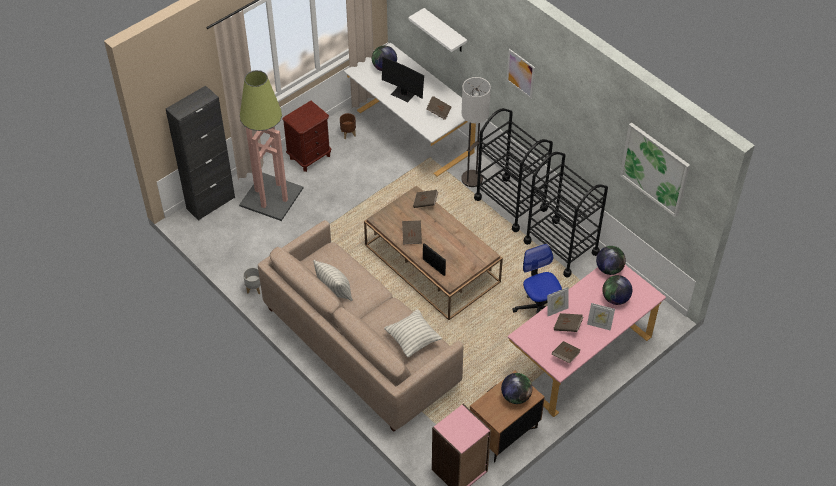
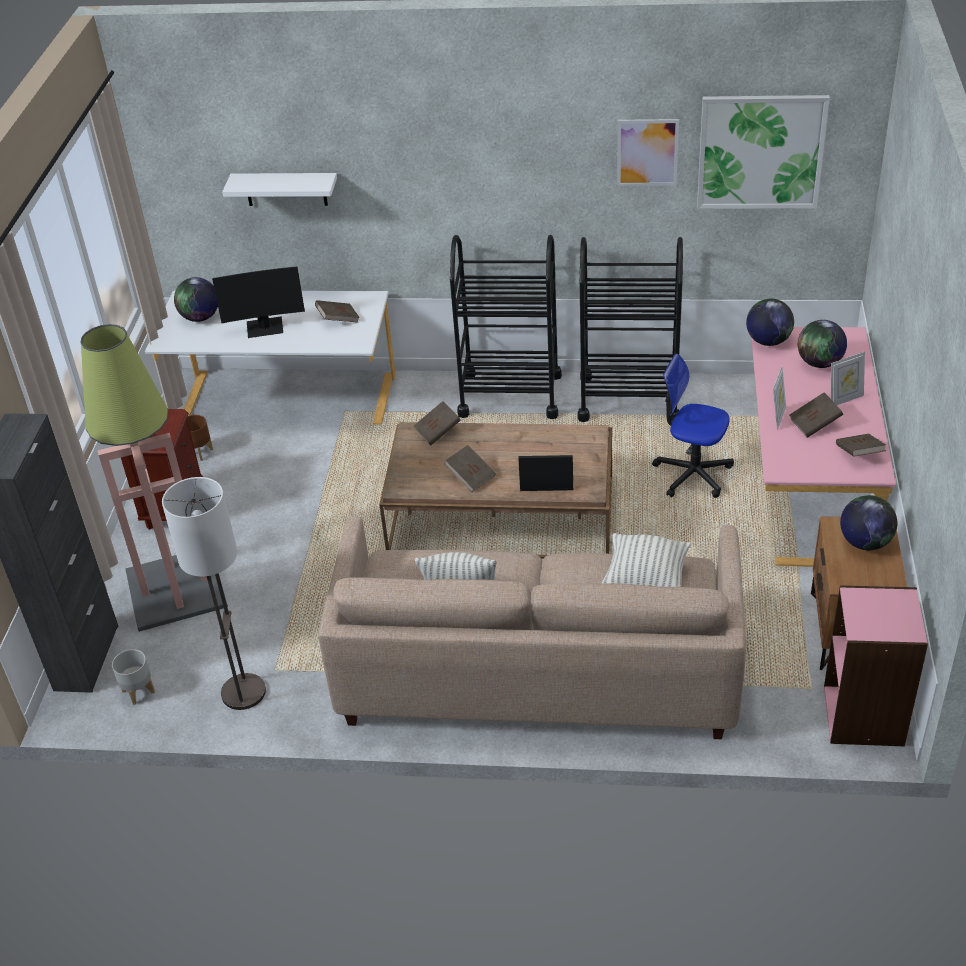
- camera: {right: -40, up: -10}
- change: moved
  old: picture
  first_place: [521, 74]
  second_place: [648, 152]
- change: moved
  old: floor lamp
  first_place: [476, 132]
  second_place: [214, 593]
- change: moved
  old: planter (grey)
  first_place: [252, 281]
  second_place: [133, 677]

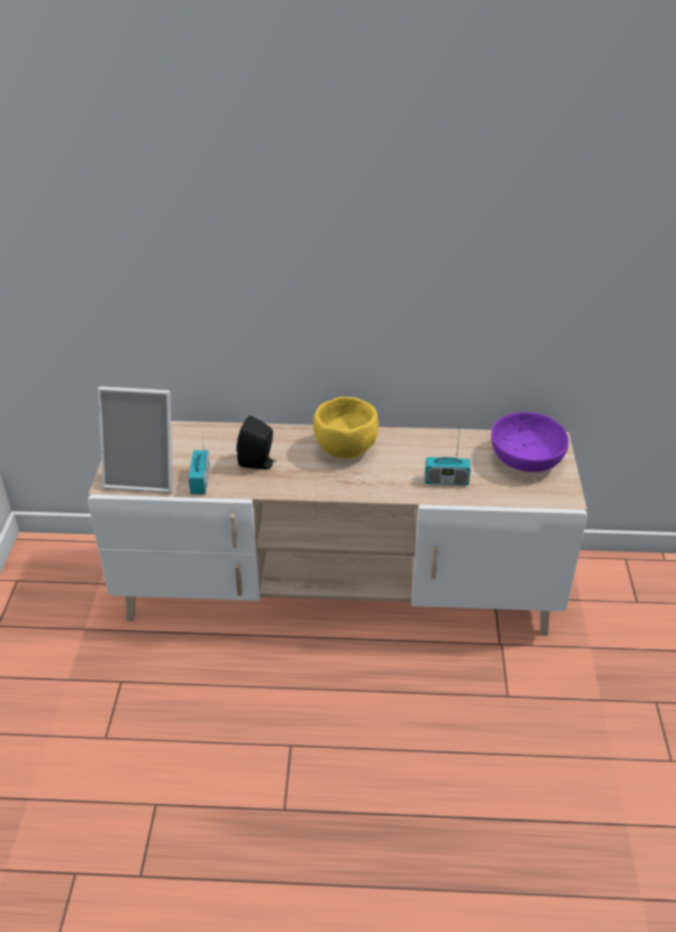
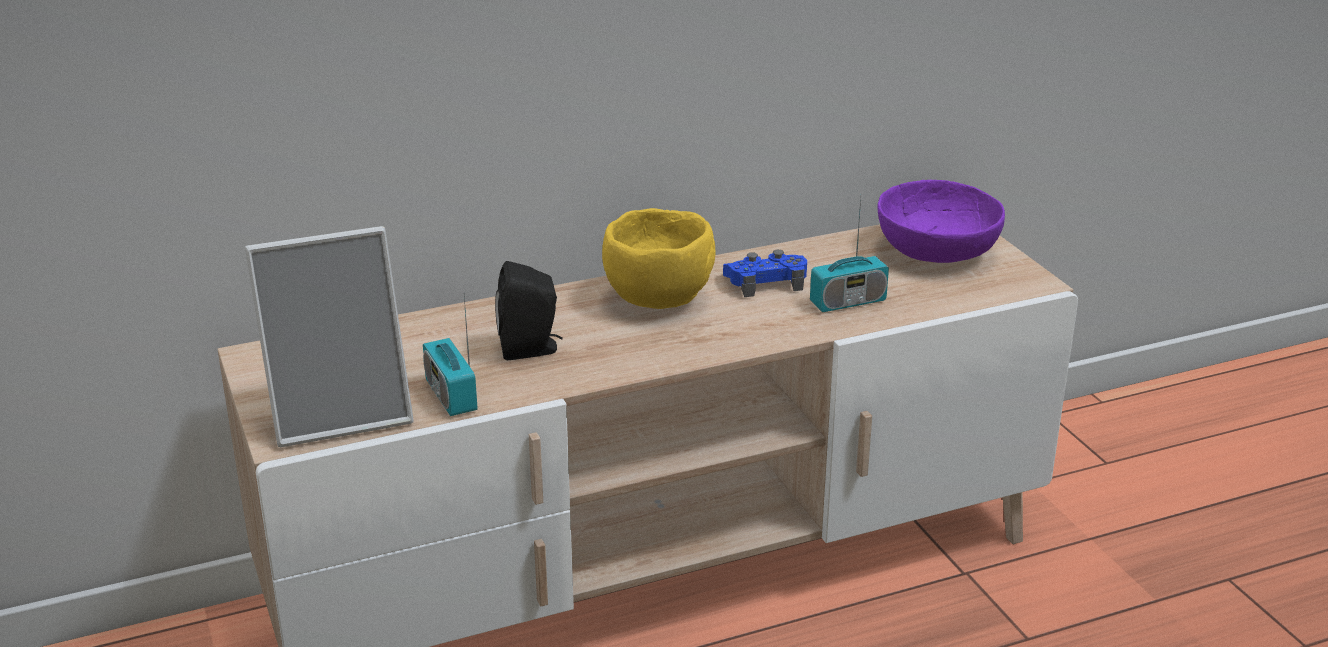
- camera: {right: -25, up: -10}
- change: added
  new: game controller (blue)
  second_place: [765, 273]

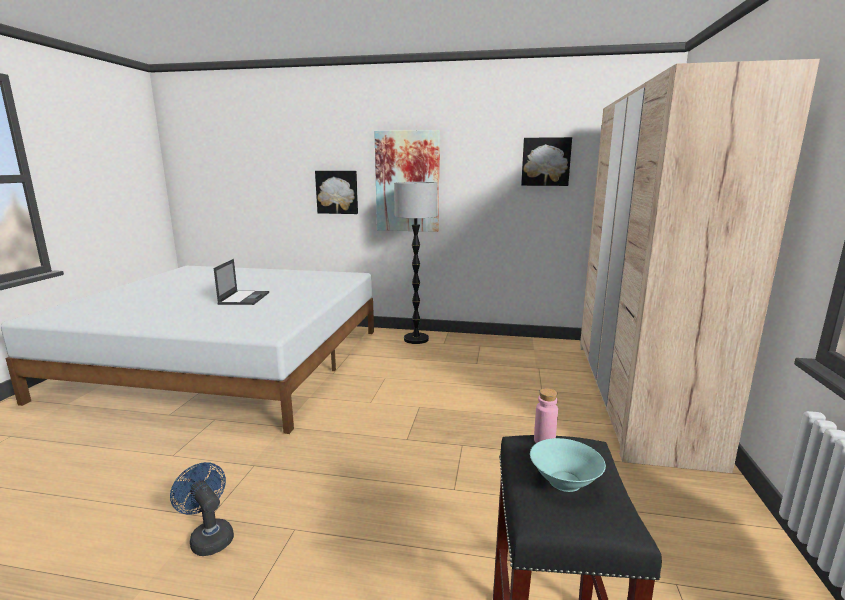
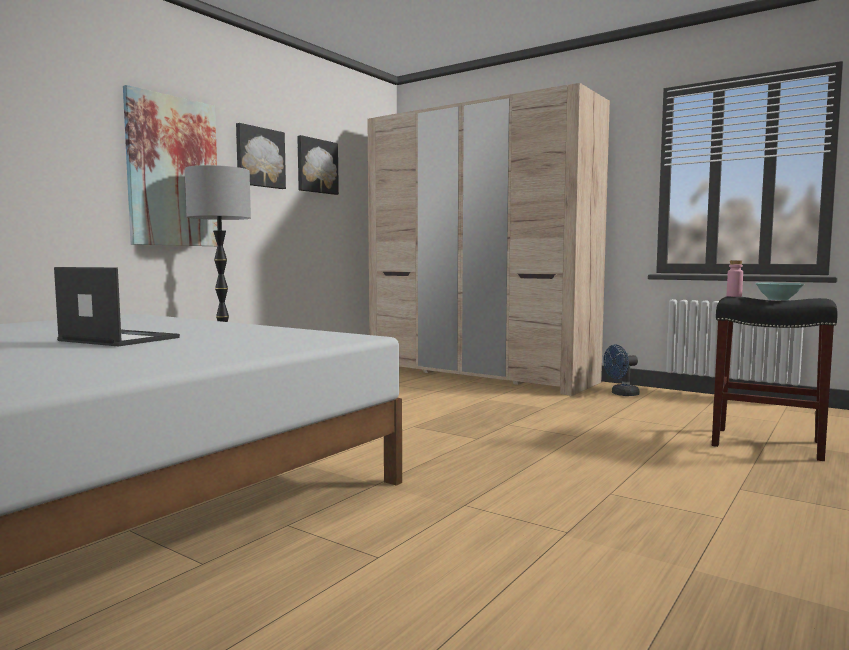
- camera: {right: -65, up: -10}
- change: moved
  old: picture
  first_place: [336, 192]
  second_place: [261, 156]
- change: moved
  old: fan (blue)
  first_place: [202, 509]
  second_place: [621, 370]

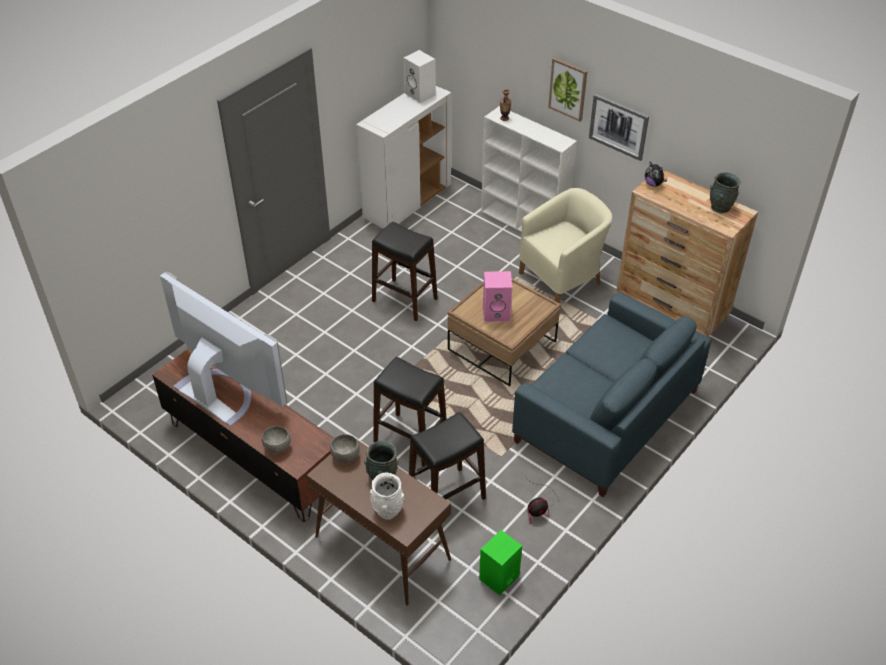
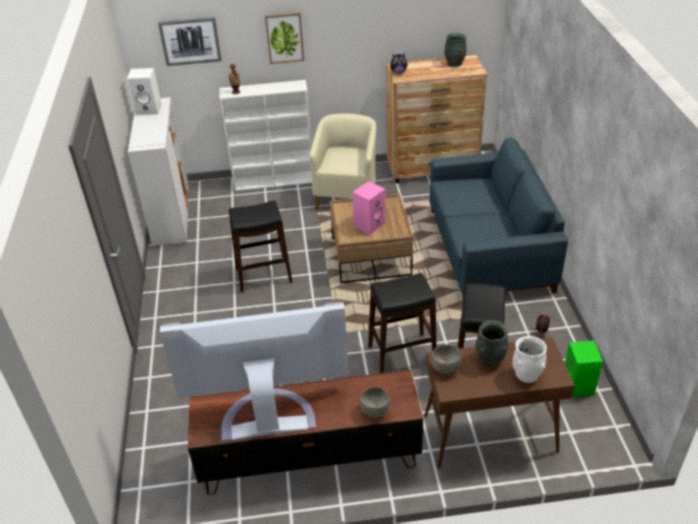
- camera: {right: -45, up: -5}
- change: moved
  old: picture
  first_place: [619, 127]
  second_place: [190, 41]

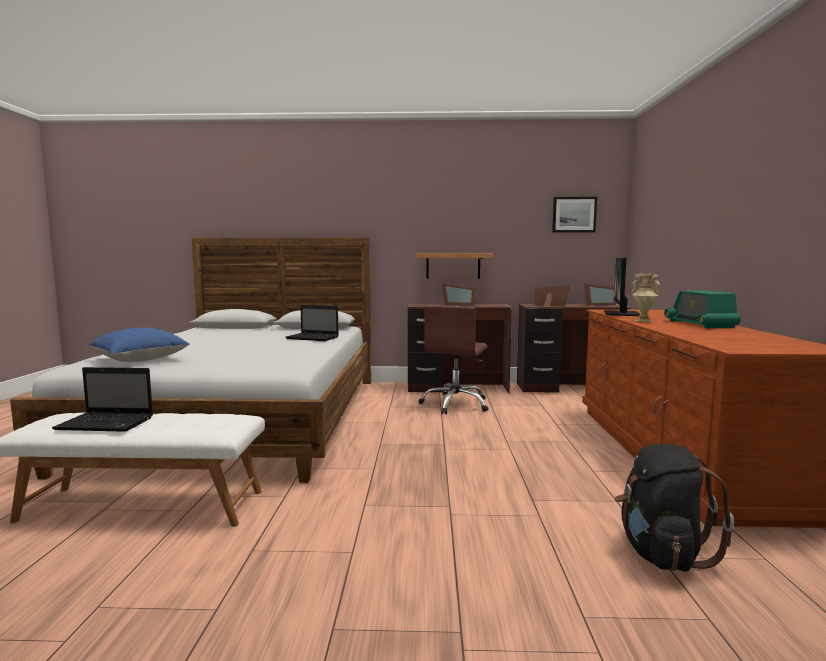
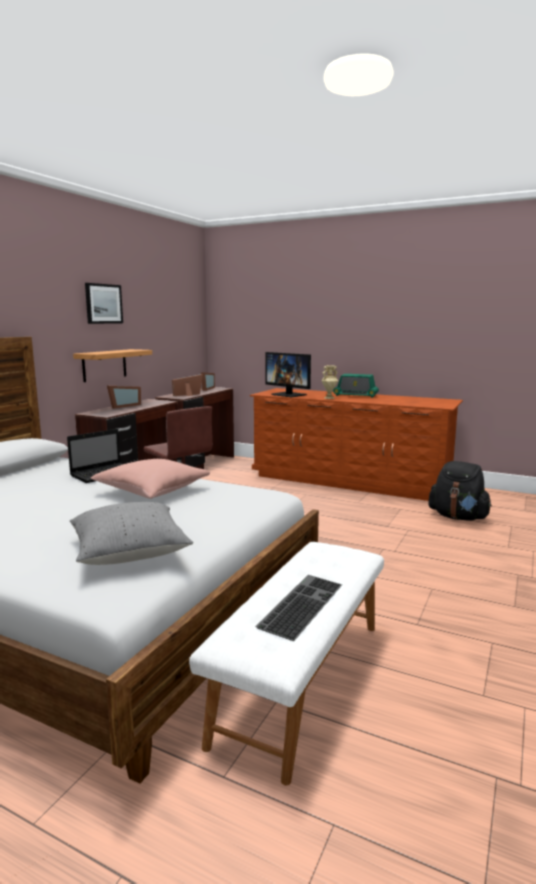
- camera: {right: -65, up: 5}
- change: moved
  old: picture
  first_place: [574, 214]
  second_place: [104, 303]
- change: recoloured
  old: pillow (blue)
  new: pillow (grey)
  first_place: [138, 345]
  second_place: [131, 533]
- change: replaced
  old: laptop
  new: keyboard
  first_place: [102, 399]
  second_place: [298, 608]
- change: added
  new: pillow (pink)
  second_place: [150, 479]

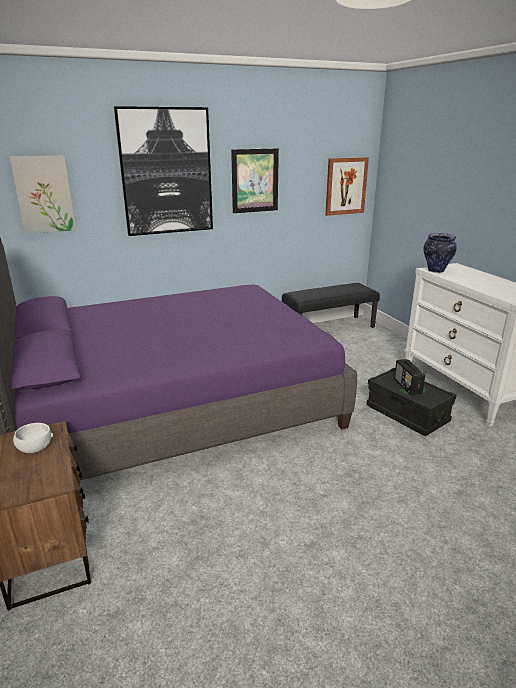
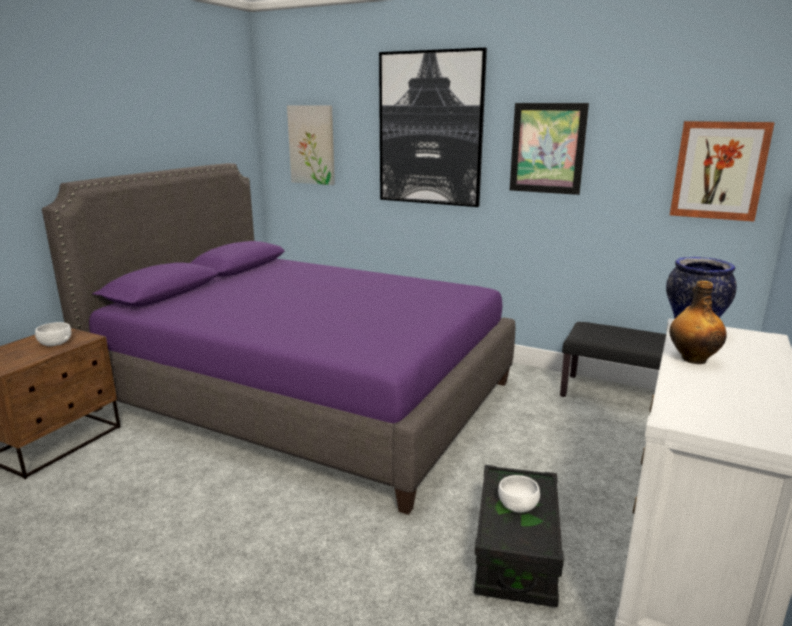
- camera: {right: 50, up: -5}
- change: replaced
  old: radio
  new: bowl (white)
  first_place: [409, 377]
  second_place: [519, 494]
- change: added
  new: bottle
  second_place: [698, 322]

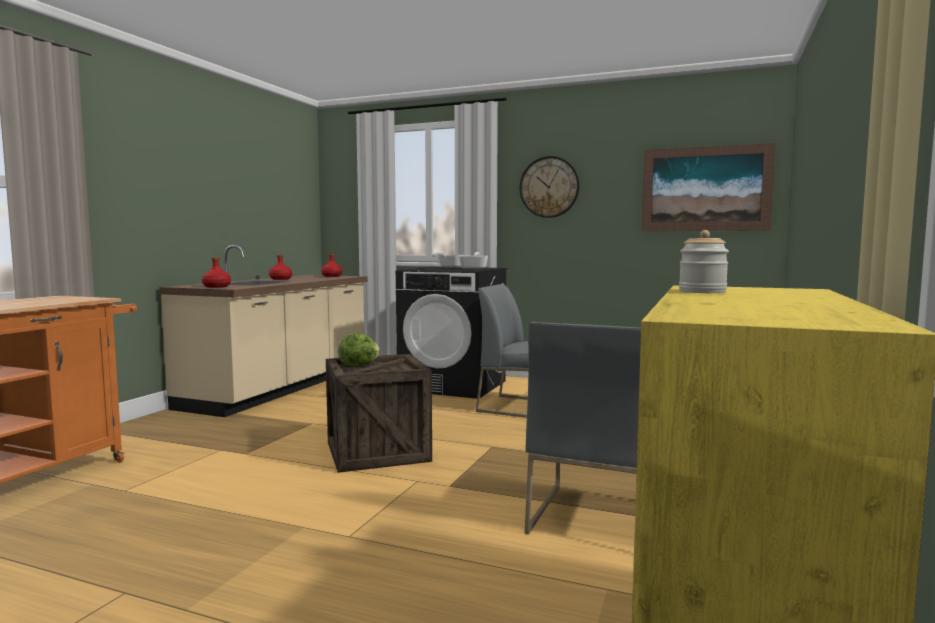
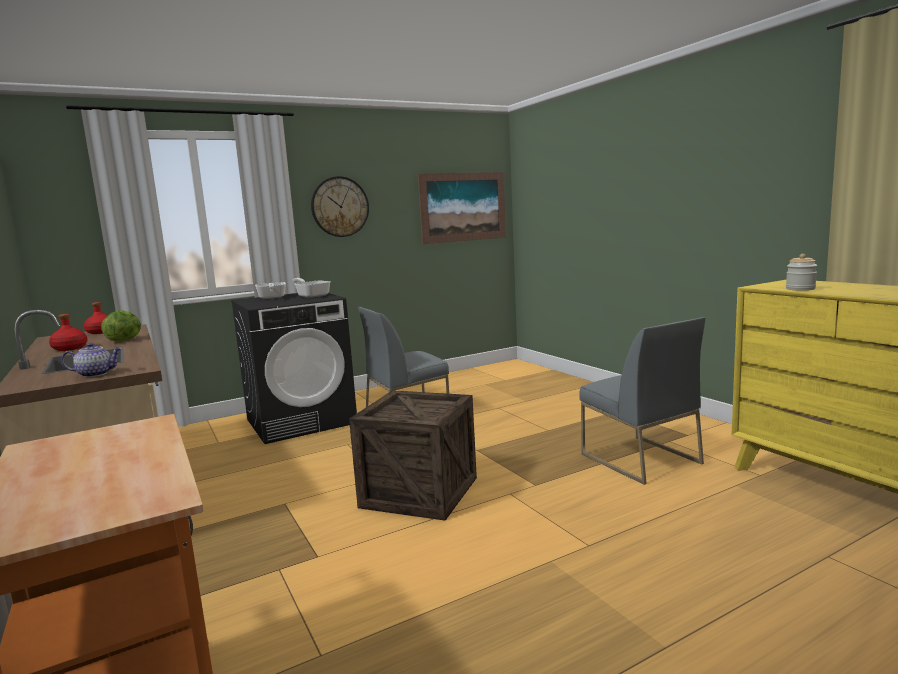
- camera: {right: -50, up: 5}
- change: replaced
  old: bottle (red)
  new: teapot
  first_place: [216, 273]
  second_place: [91, 360]
- change: moved
  old: lettuce
  first_place: [359, 349]
  second_place: [121, 325]

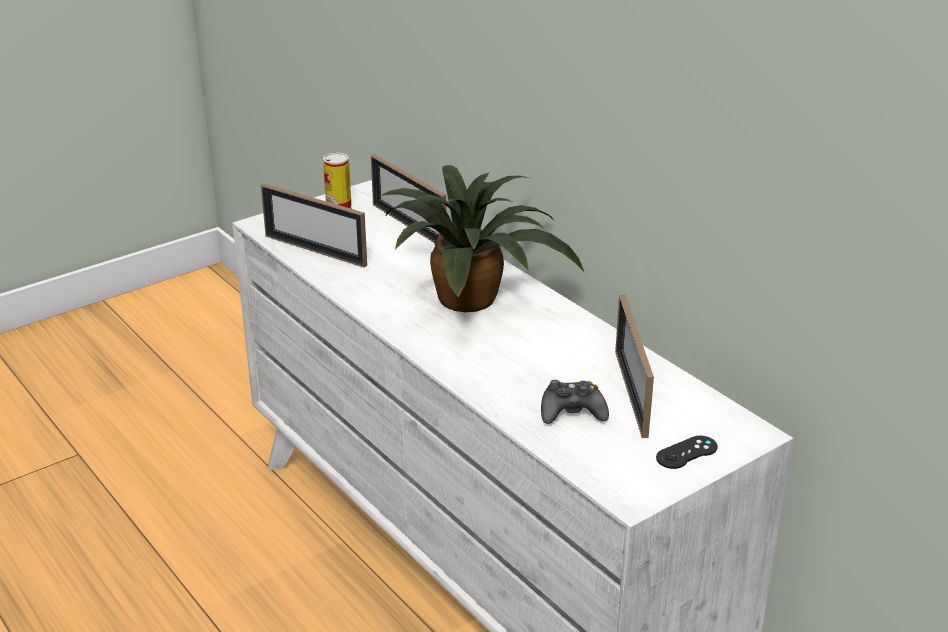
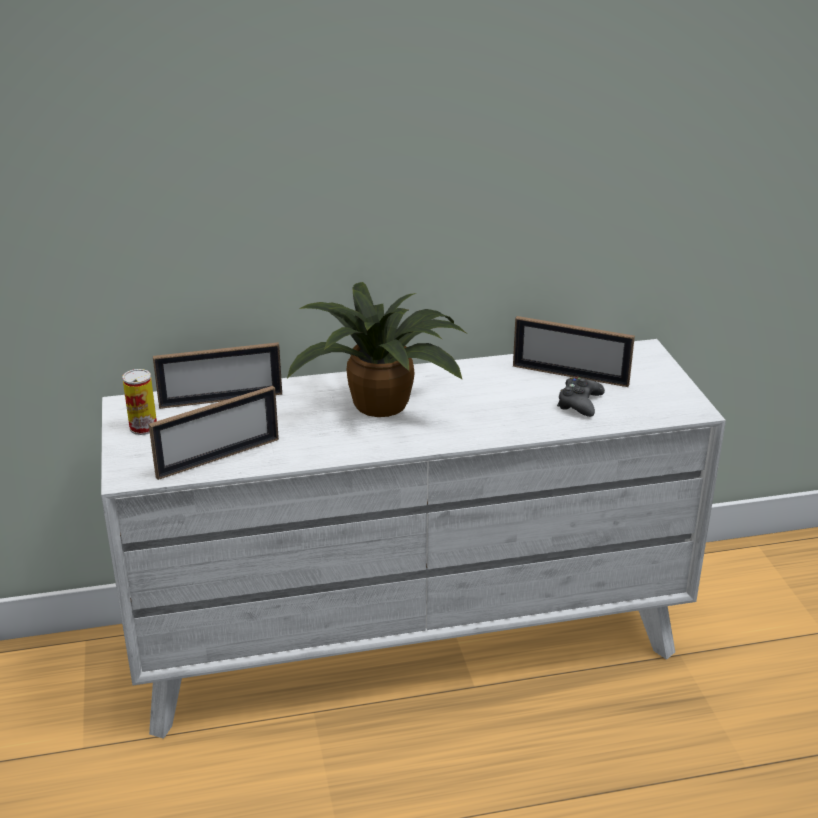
- camera: {right: -65, up: 0}
- change: removed
  old: game controller (black)
  first_place: [687, 452]

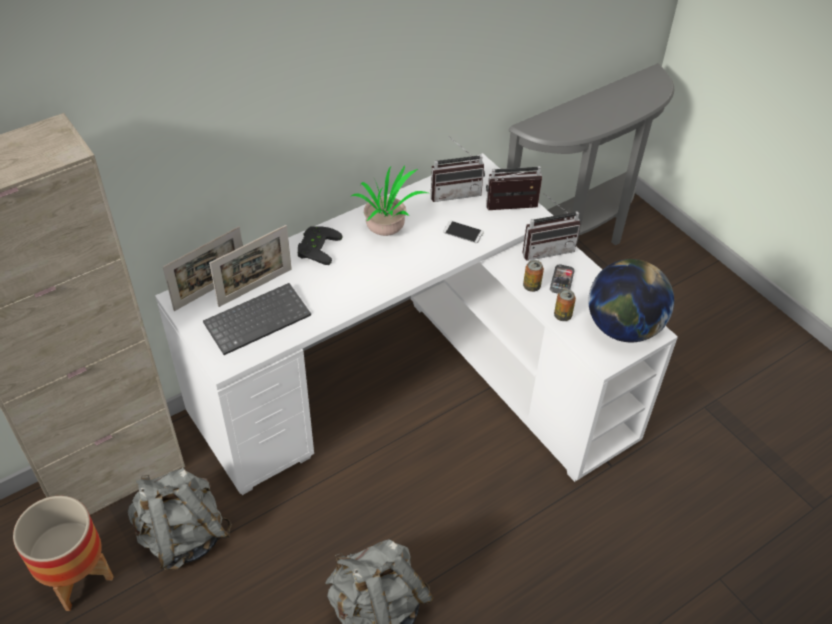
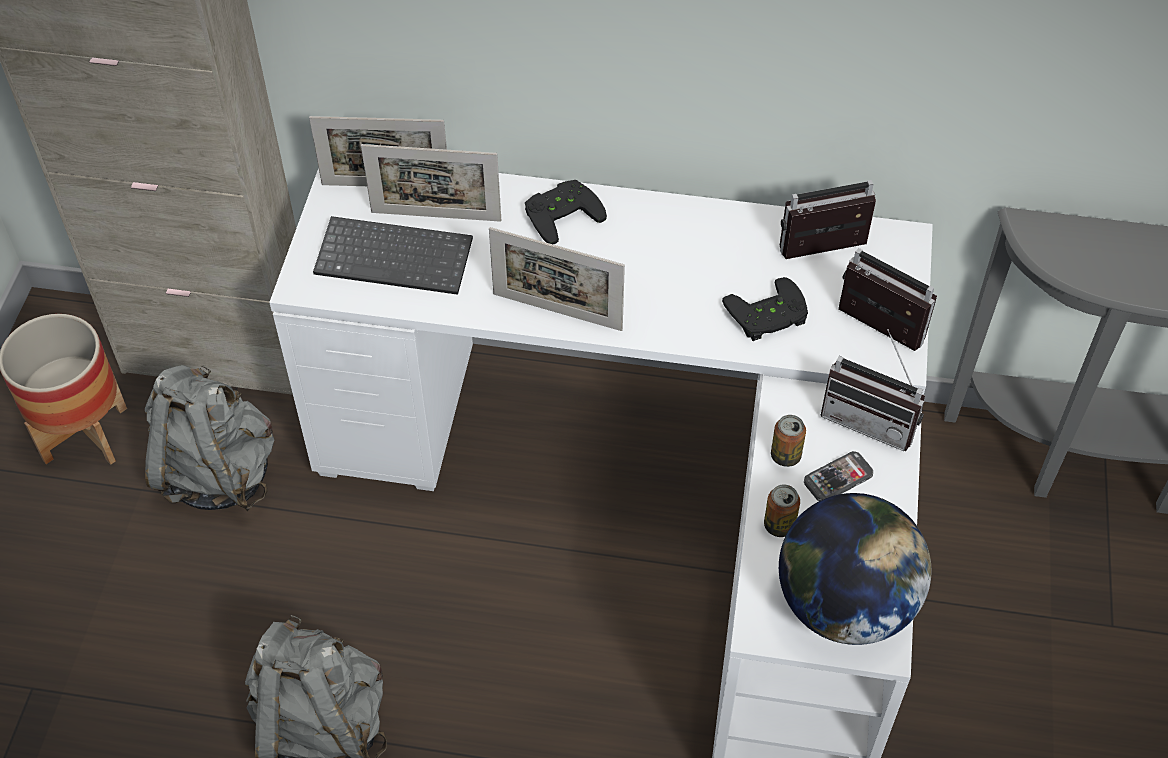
- camera: {right: 45, up: 5}
- change: turned
  old: radio
  first_place: [458, 169]
  second_place: [828, 219]
  degrees: 135
- change: removed
  old: potted plant
  first_place: [389, 200]
- change: replaced
  old: phone
  new: game controller (black)
  first_place: [463, 232]
  second_place: [765, 309]
- change: added
  new: picture frame
  second_place: [557, 279]

